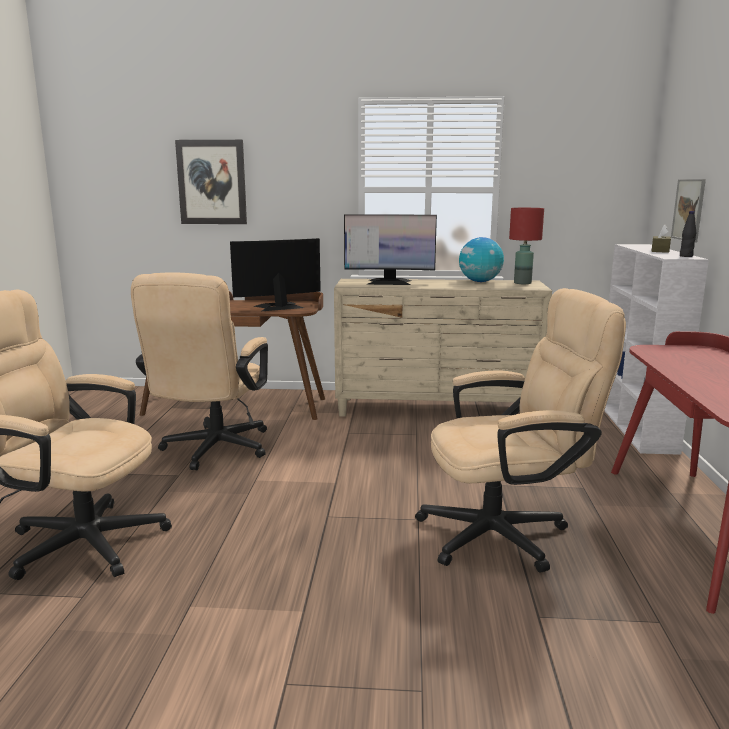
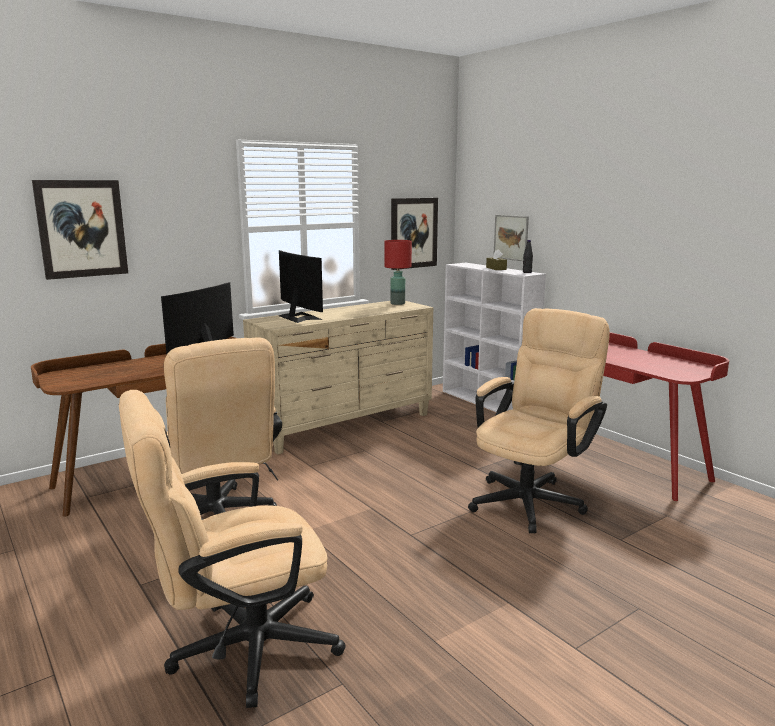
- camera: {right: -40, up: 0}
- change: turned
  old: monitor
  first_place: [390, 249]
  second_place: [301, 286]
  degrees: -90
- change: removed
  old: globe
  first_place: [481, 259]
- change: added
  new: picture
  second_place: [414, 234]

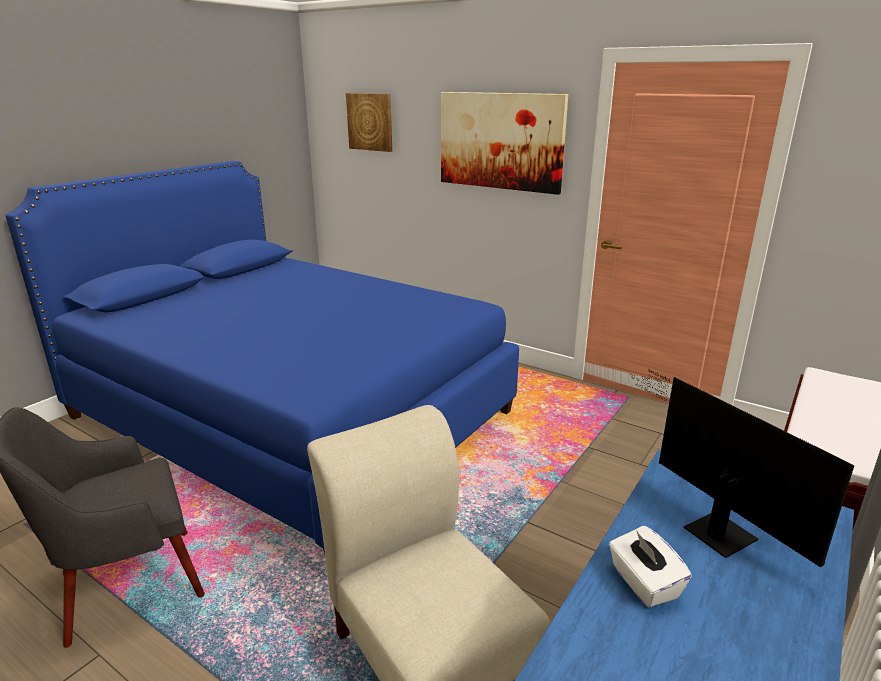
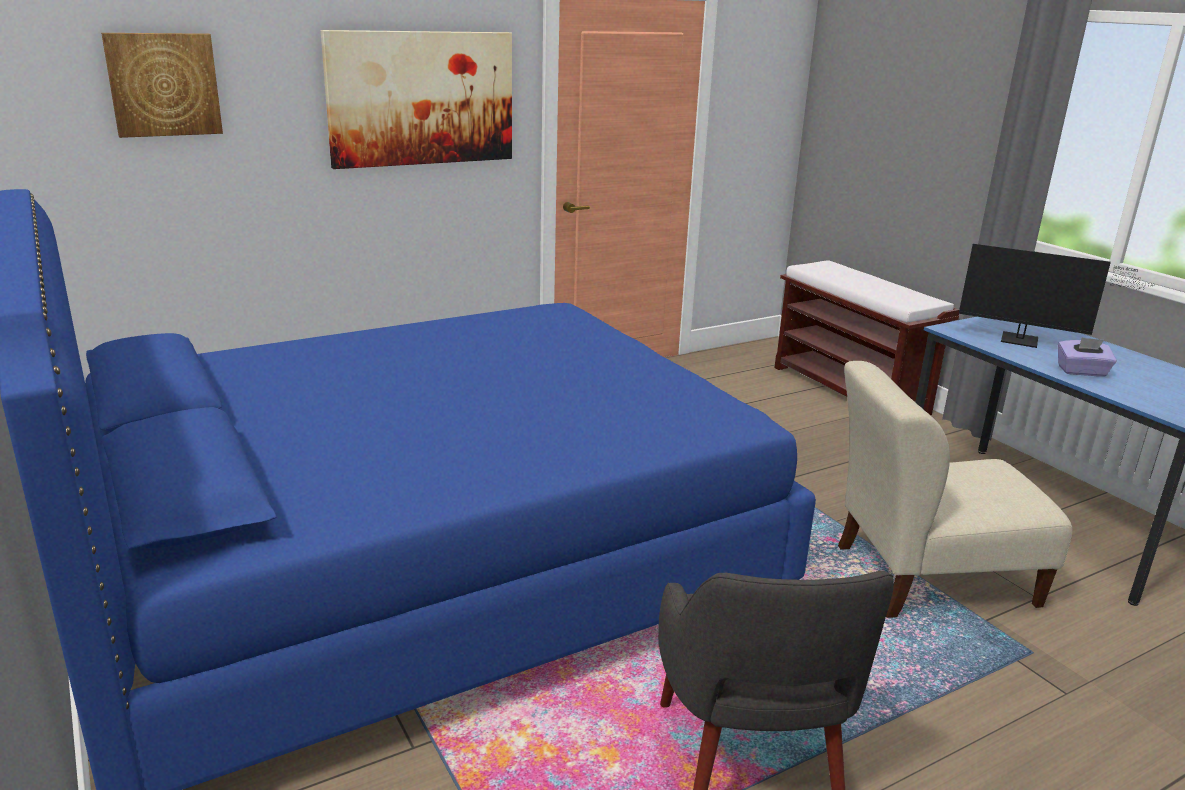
- camera: {right: -65, up: 0}
- change: turned
  old: monitor
  first_place: [743, 468]
  second_place: [1056, 296]
  degrees: -150
- change: recoloured
  old: tissue box (white)
  new: tissue box (purple)
  first_place: [650, 566]
  second_place: [1087, 357]

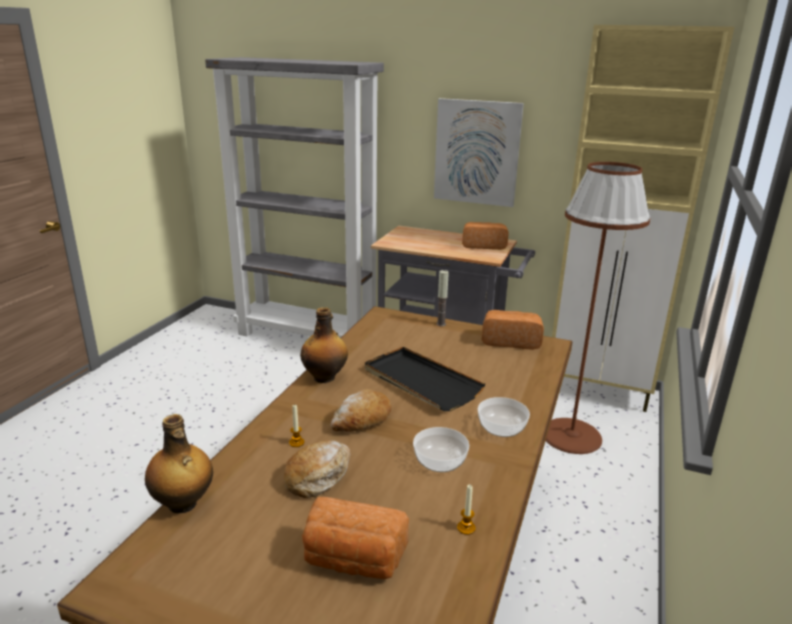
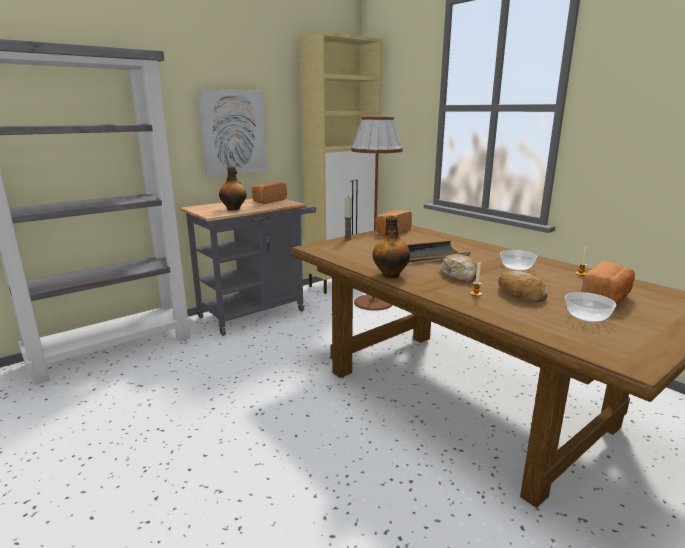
- camera: {right: -60, up: -5}
- change: moved
  old: bowl
  first_place: [504, 417]
  second_place: [590, 307]
- change: moved
  old: bottle
  first_place: [179, 463]
  second_place: [233, 188]

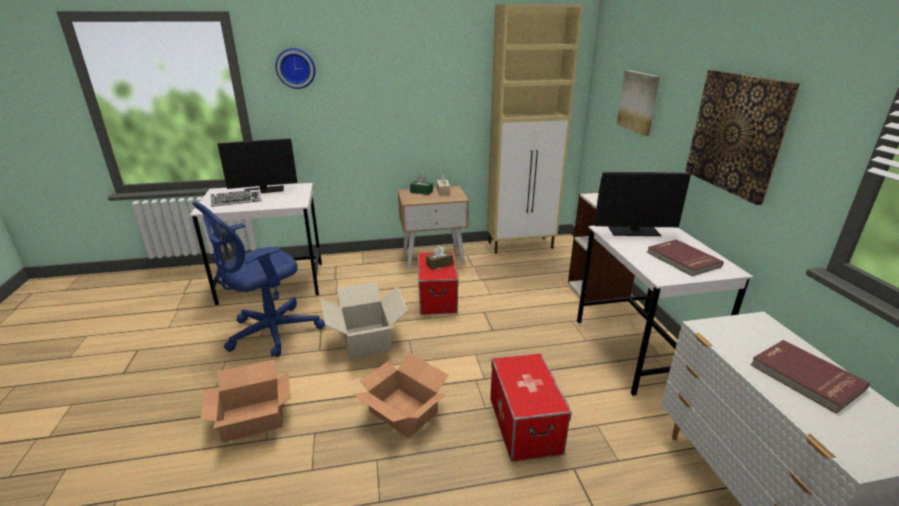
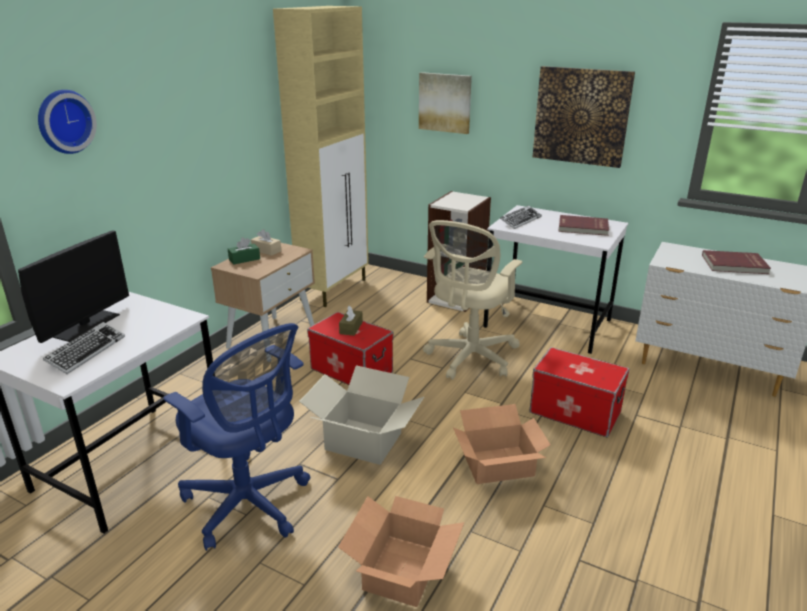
- camera: {right: -50, up: 0}
- change: replaced
  old: monitor
  new: keyboard
  first_place: [643, 204]
  second_place: [521, 217]
- change: turned
  old: office chair (blue)
  first_place: [258, 279]
  second_place: [237, 437]
  degrees: -45
- change: added
  new: office chair (beige)
  second_place: [473, 300]

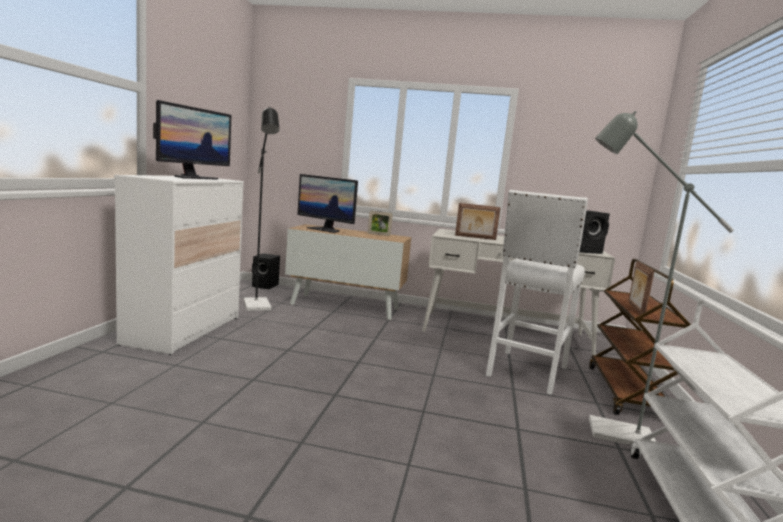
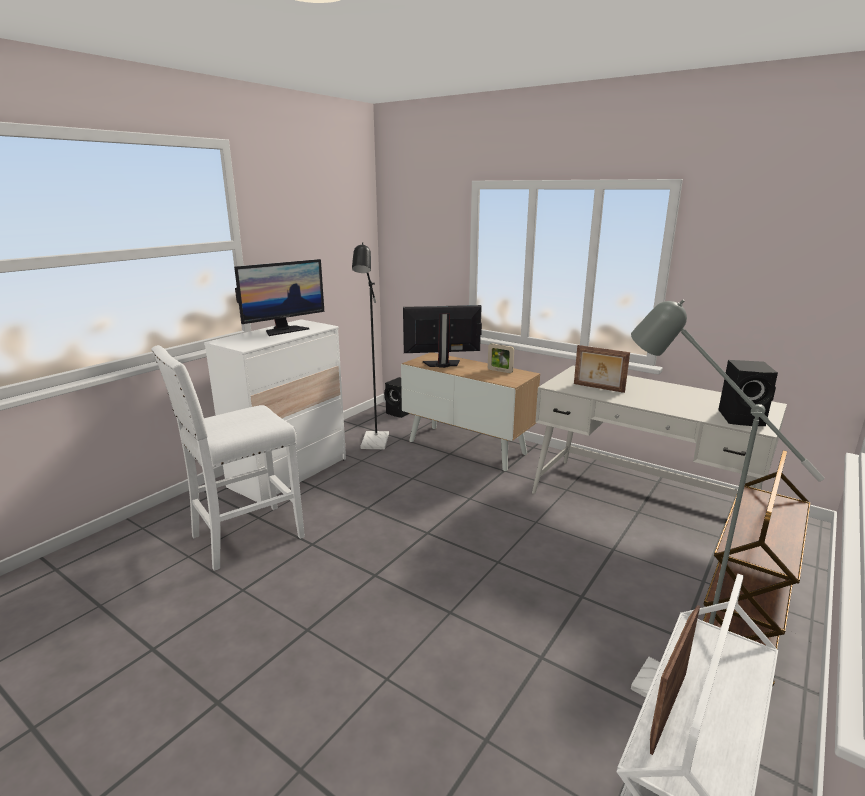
- camera: {right: 25, up: 10}
- change: turned
  old: monitor
  first_place: [327, 203]
  second_place: [442, 336]
  degrees: 120
- change: moved
  old: stool (white)
  first_place: [537, 292]
  second_place: [228, 458]
- change: moved
  old: picture frame
  first_place: [641, 287]
  second_place: [675, 680]

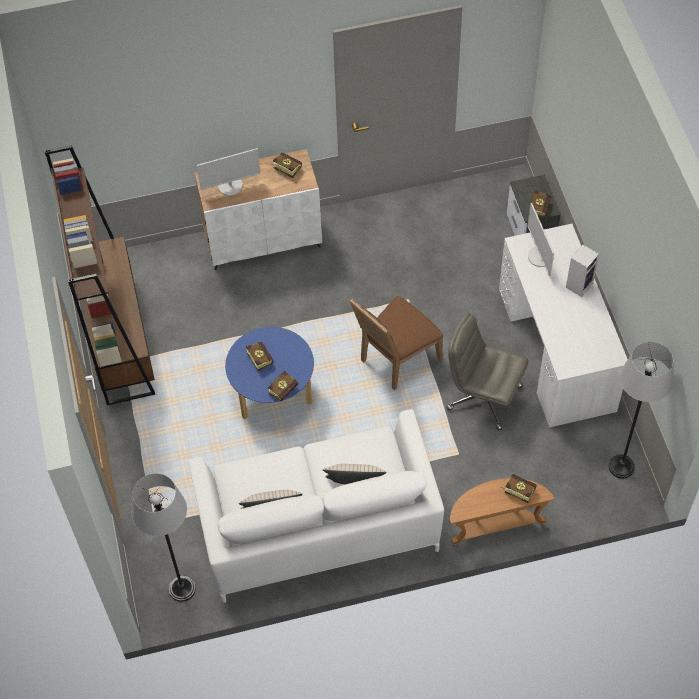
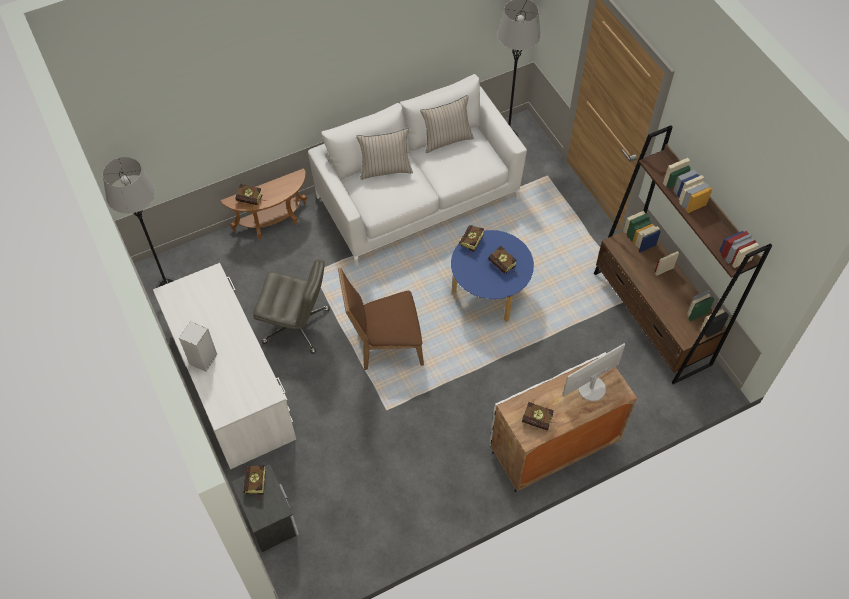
- camera: {right: 165, up: 0}
- change: removed
  old: monitor
  first_place: [541, 239]
- change: turned
  old: chair (brown)
  first_place: [396, 343]
  second_place: [381, 318]
  degrees: -135

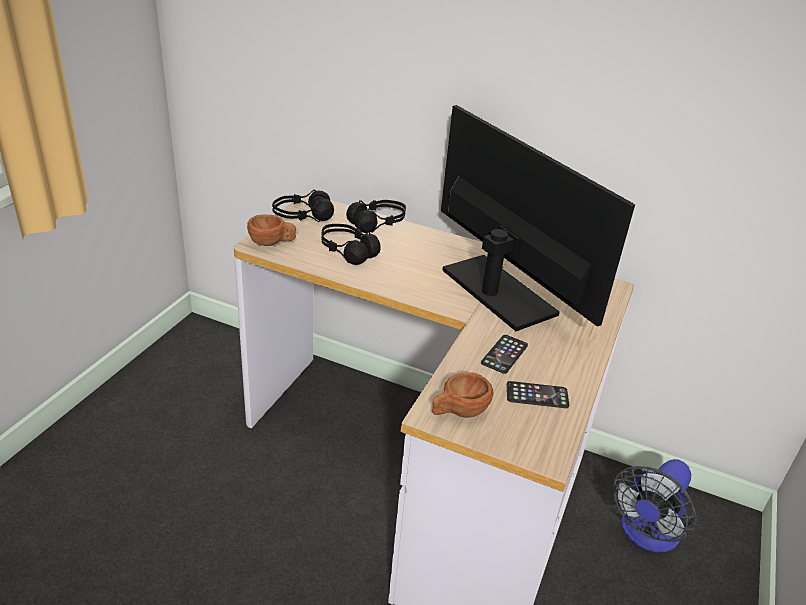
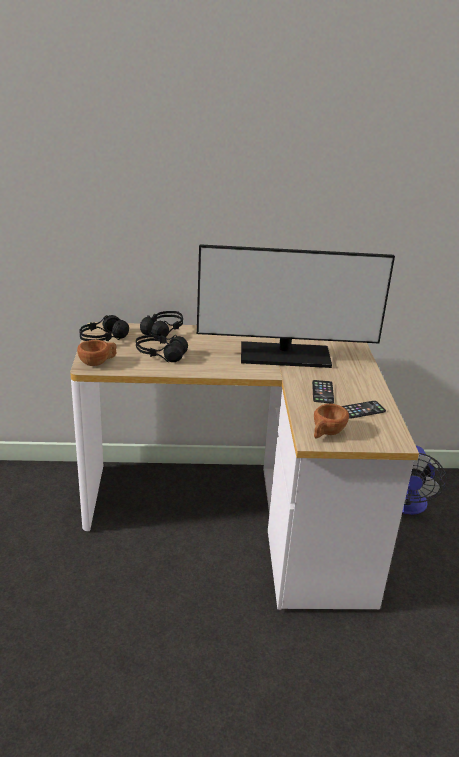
- camera: {right: -25, up: -5}
- change: turned
  old: monitor
  first_place: [538, 218]
  second_place: [296, 306]
  degrees: 150

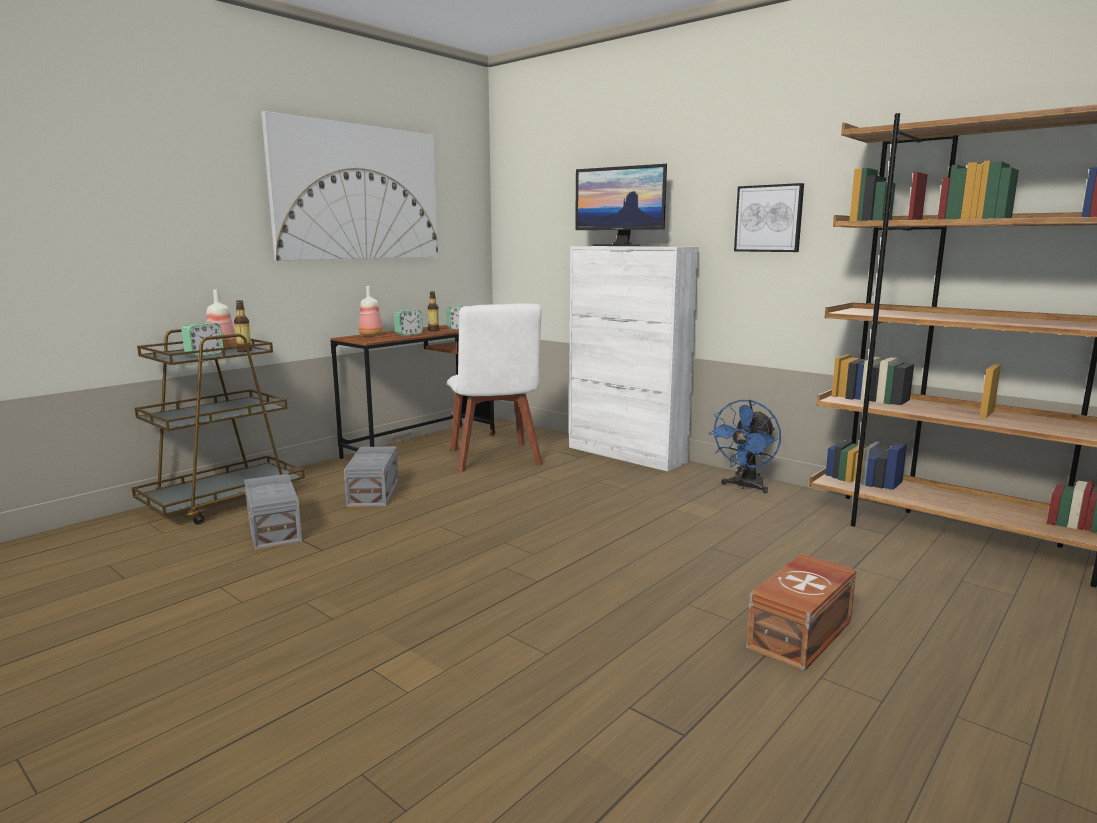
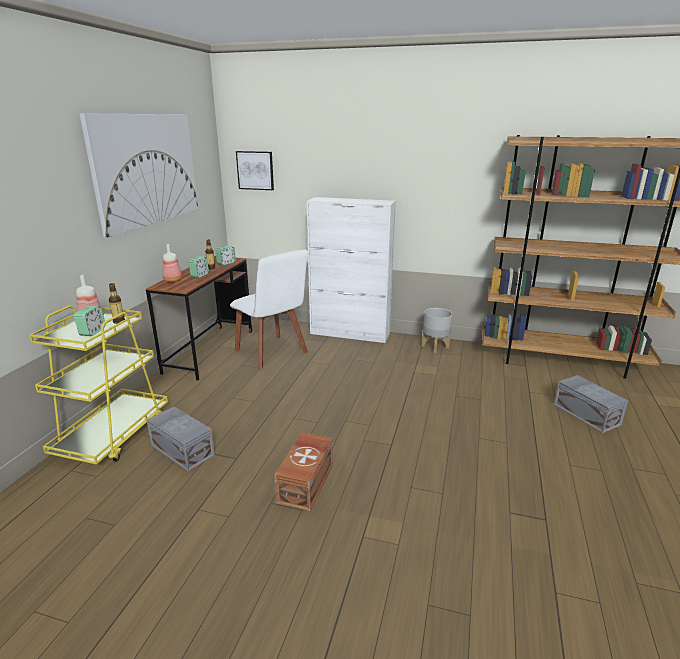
- camera: {right: -25, up: 10}
- change: removed
  old: monitor
  first_place: [621, 205]
- change: moved
  old: picture
  first_place: [769, 217]
  second_place: [255, 170]
- change: recoloured
  old: cart (brown)
  new: cart (yellow)
  first_place: [218, 427]
  second_place: [98, 385]
- change: replaced
  old: fan (blue)
  new: planter (grey)
  first_place: [744, 446]
  second_place: [437, 330]
- change: moved
  old: storage box (grey)
  first_place: [371, 476]
  second_place: [591, 404]
- change: moved
  old: storage box (brown)
  first_place: [801, 612]
  second_place: [303, 471]

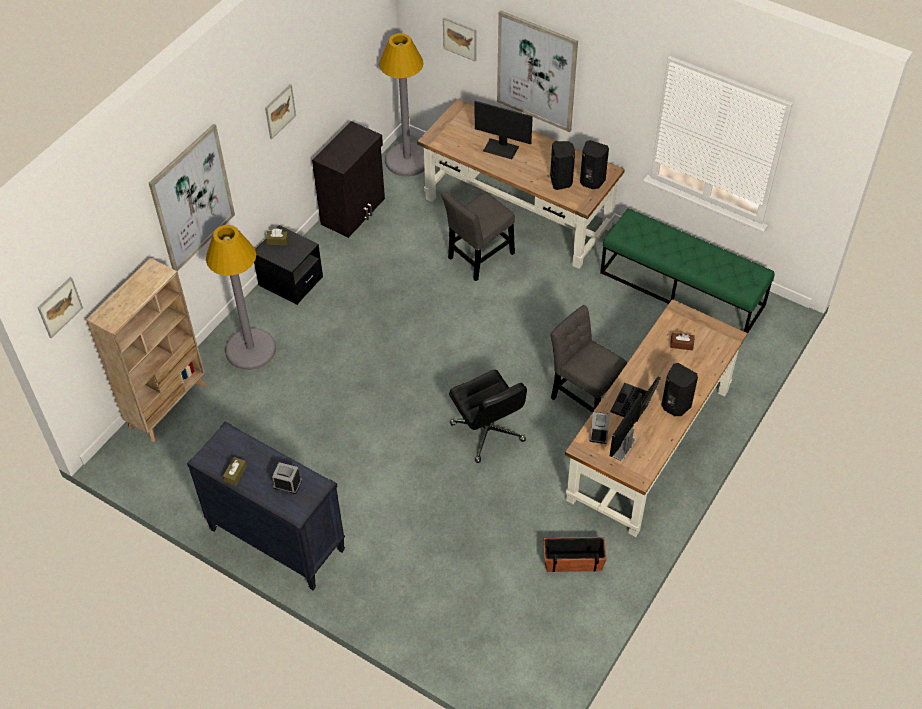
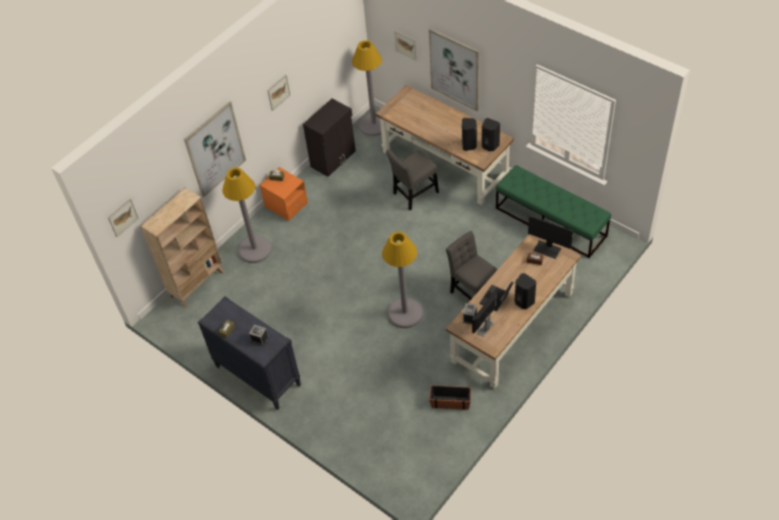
- camera: {right: 10, up: 0}
- change: moved
  old: monitor
  first_place: [504, 130]
  second_place: [550, 237]
- change: recoloured
  old: nightstand (black)
  new: nightstand (orange)
  first_place: [288, 265]
  second_place: [284, 194]
- change: replaced
  old: office chair (black)
  new: floor lamp (grey)
  first_place: [488, 416]
  second_place: [402, 280]

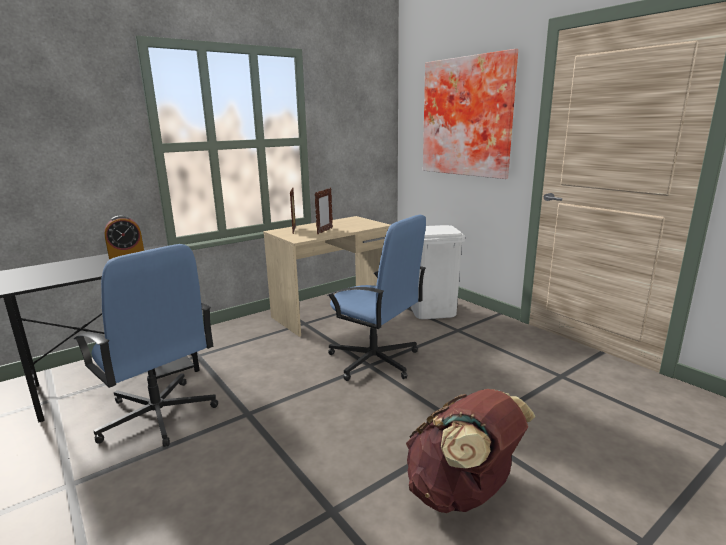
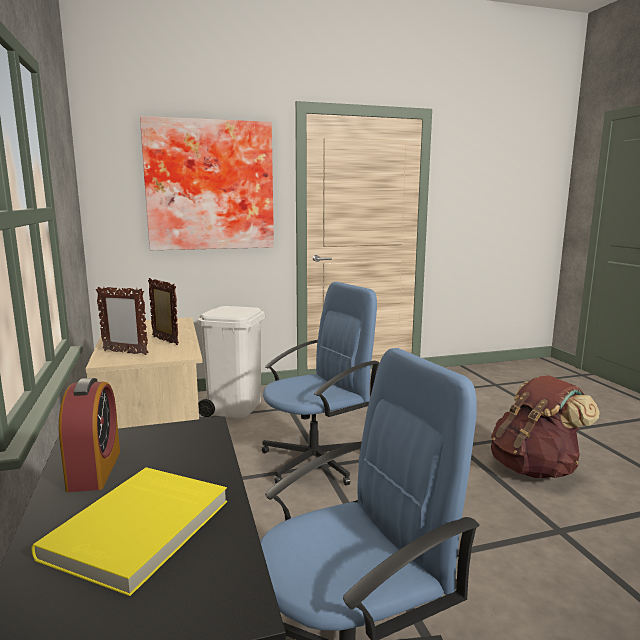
- camera: {right: -70, up: -5}
- change: added
  new: book (yellow)
  second_place: [129, 531]

